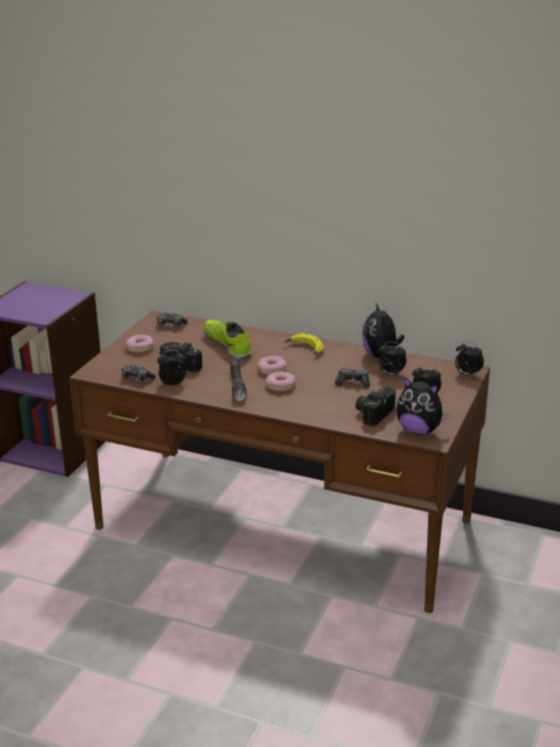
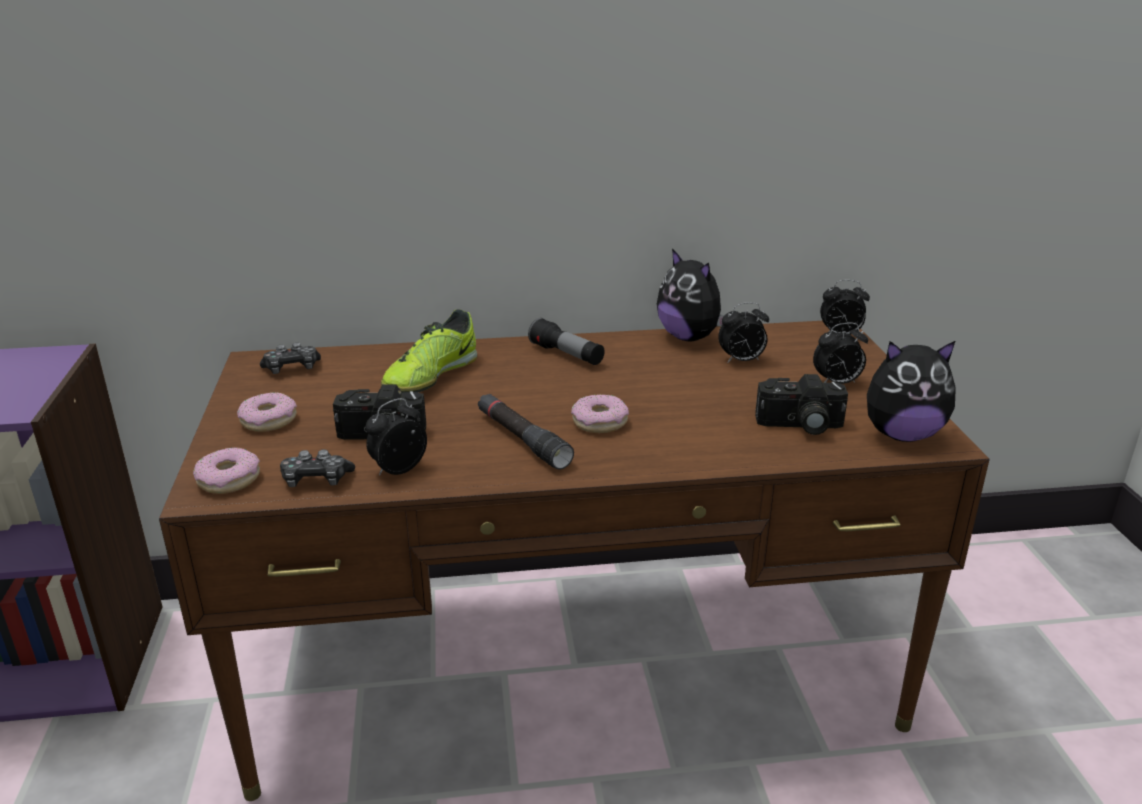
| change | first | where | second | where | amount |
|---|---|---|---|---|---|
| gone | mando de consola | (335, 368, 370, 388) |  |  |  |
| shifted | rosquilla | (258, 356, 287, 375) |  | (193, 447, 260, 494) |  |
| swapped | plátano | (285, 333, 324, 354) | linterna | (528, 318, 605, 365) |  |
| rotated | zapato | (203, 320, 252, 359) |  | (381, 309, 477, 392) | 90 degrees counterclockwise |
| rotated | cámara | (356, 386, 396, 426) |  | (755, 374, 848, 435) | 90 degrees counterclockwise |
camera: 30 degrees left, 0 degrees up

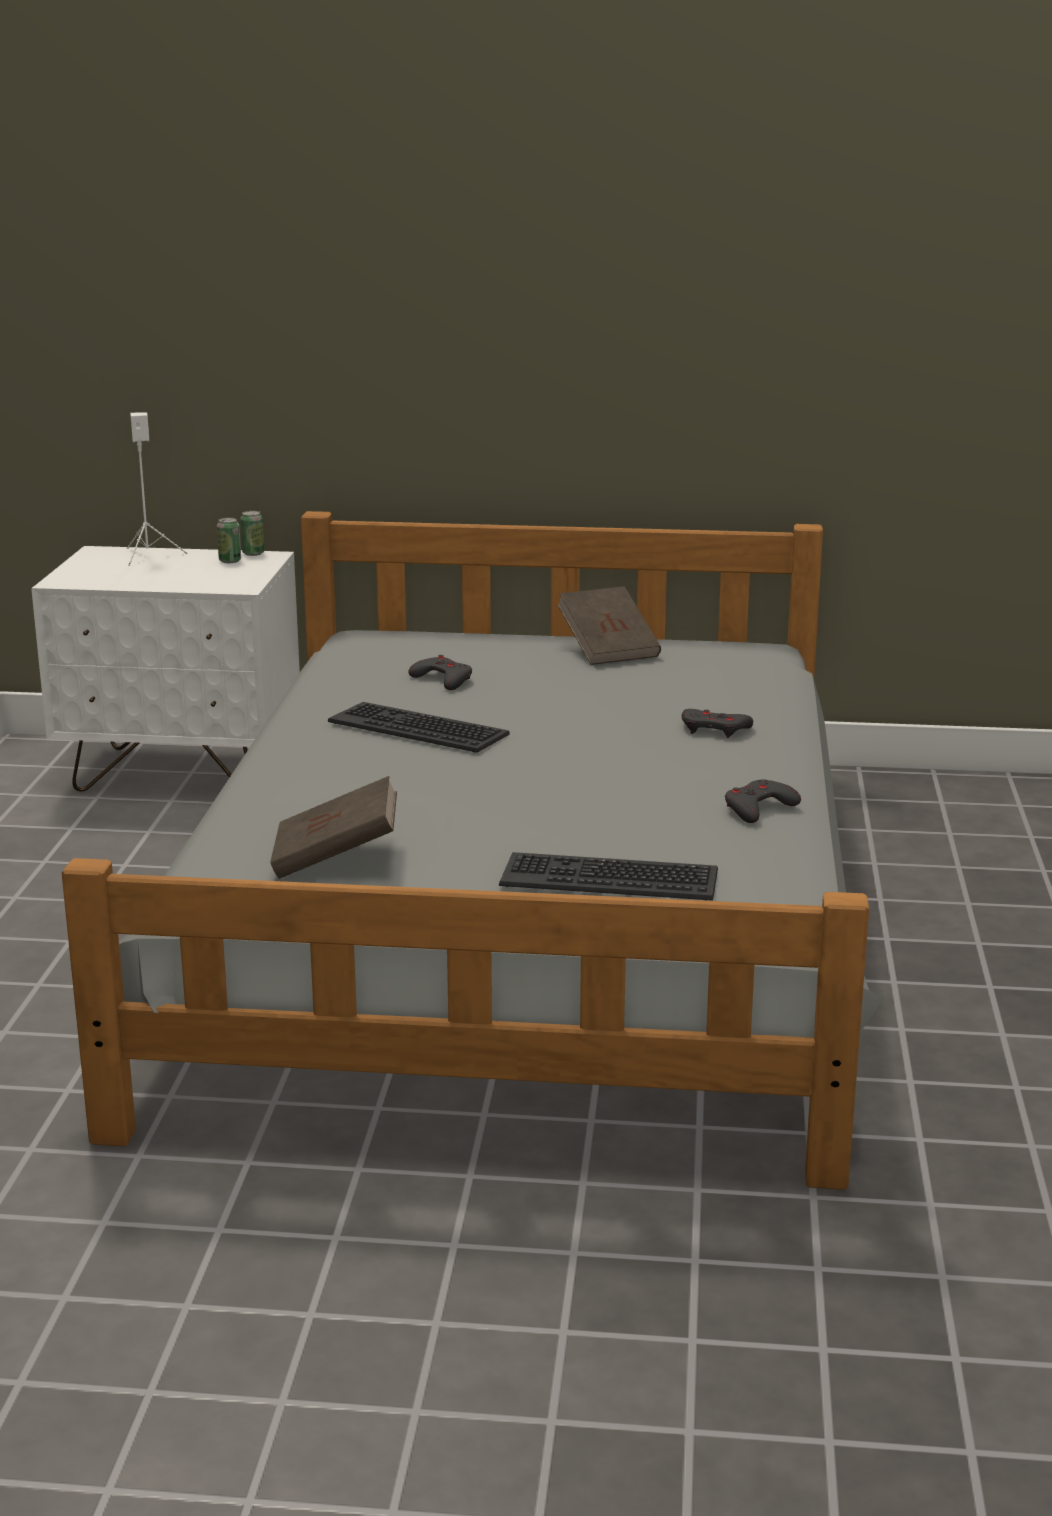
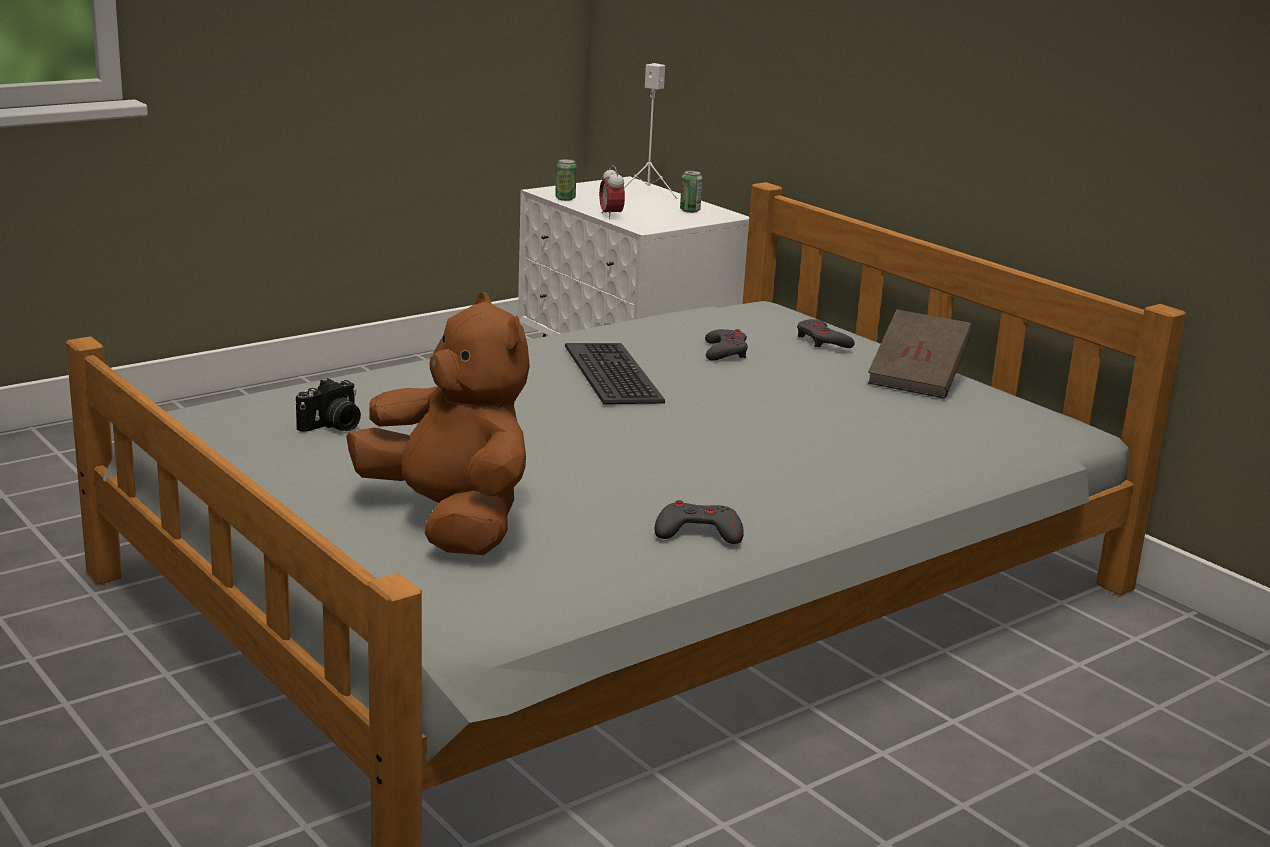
| change | first | where | second | where | amount |
|---|---|---|---|---|---|
| new |  |  | despertador | (599, 165, 625, 219) |  |
| shifted | lata | (240, 511, 264, 556) |  | (555, 159, 577, 201) |  |
| shifted | mando de consola/gris | (682, 709, 753, 738) |  | (797, 319, 855, 348) |  |
| swapped | libro/marrón | (270, 776, 397, 879) | cámara | (296, 378, 361, 432) |  |
| swapped | teclado | (499, 852, 718, 901) | peluche/marrón | (346, 292, 530, 555) |  |
camera: 45 degrees right, 0 degrees up

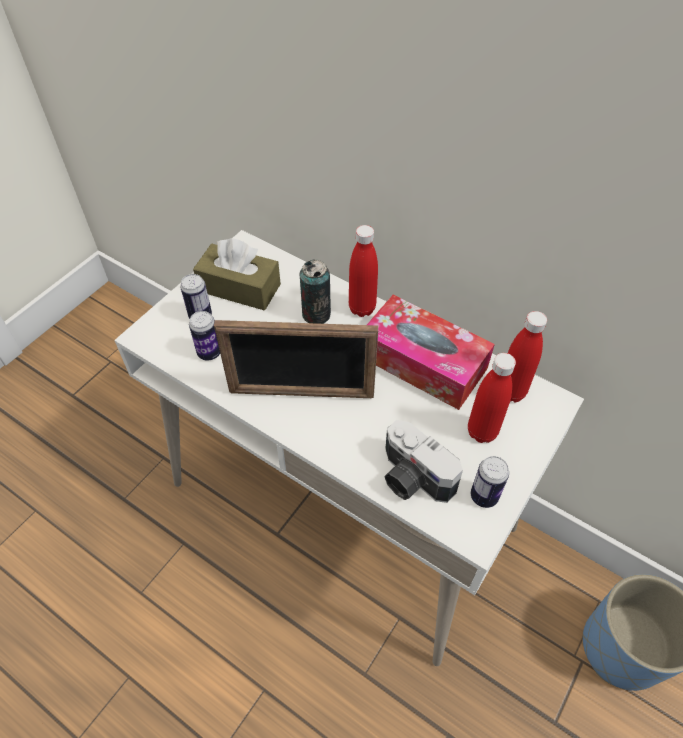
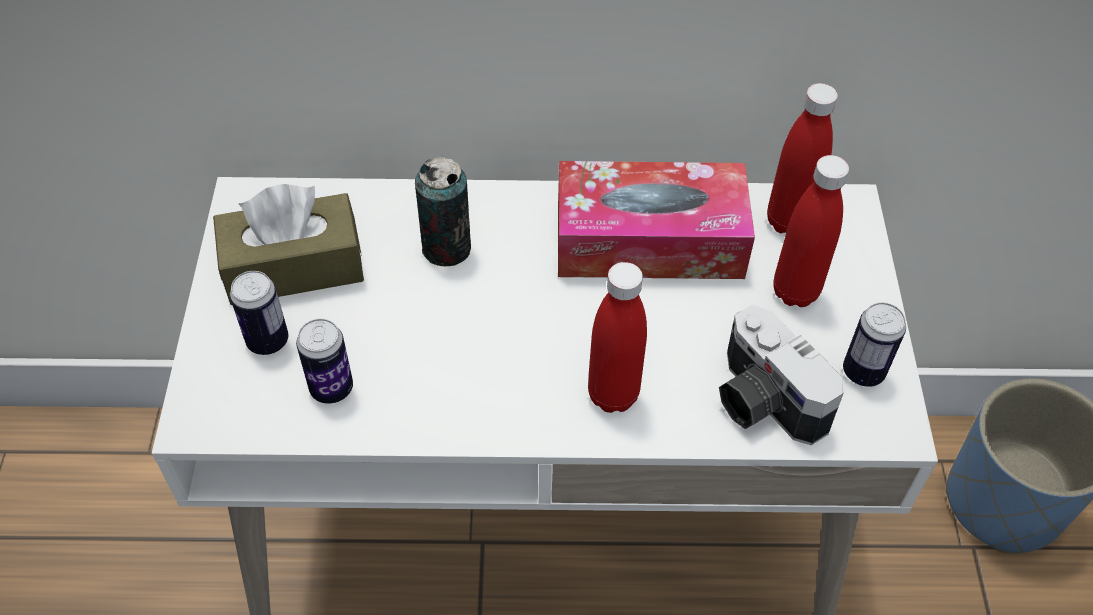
| change | first | where | second | where | amount |
|---|---|---|---|---|---|
| gone | portarretratos | (214, 320, 378, 398) |  |  |  |
| shifted | botella/rojo | (349, 225, 378, 317) |  | (588, 262, 647, 413) |  |
| rotated | cámara | (384, 420, 463, 503) |  | (719, 305, 844, 446) | 45 degrees clockwise |
camera: 35 degrees left, 0 degrees up

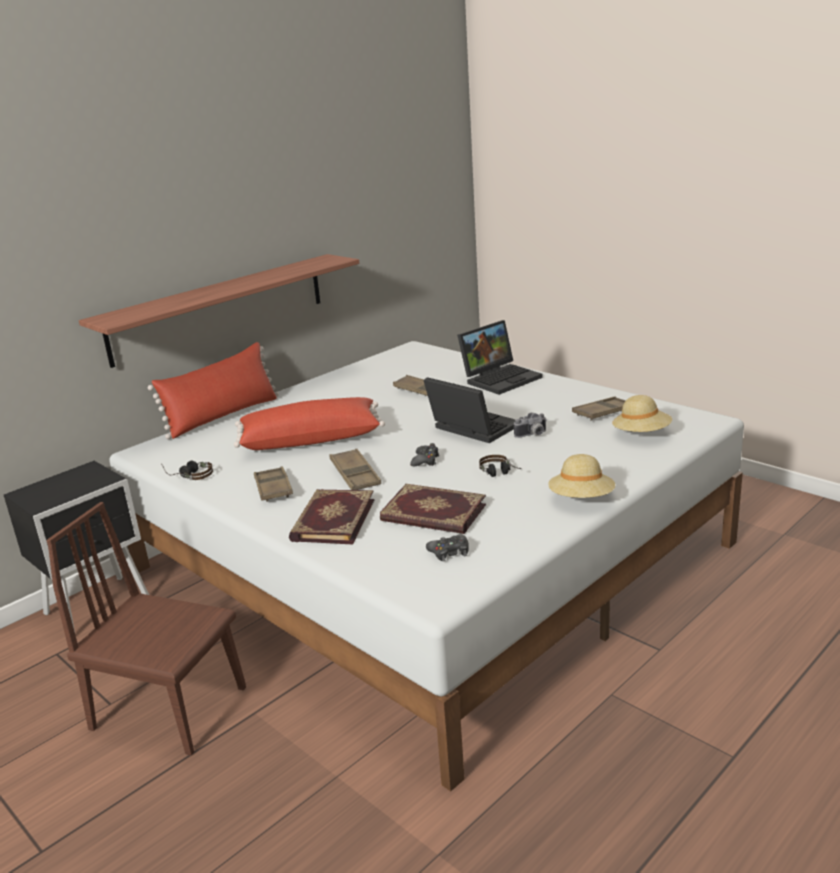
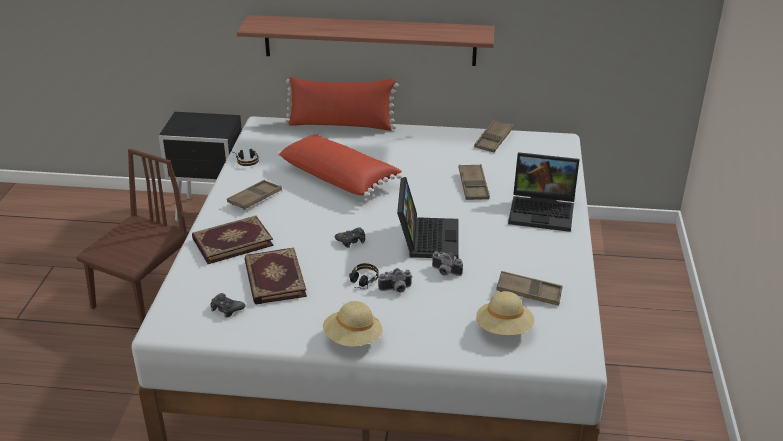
| change | first | where | second | where | amount |
|---|---|---|---|---|---|
| new |  |  | cámara | (378, 268, 413, 292) |  |
| shifted | bandeja/marrón | (330, 449, 381, 490) |  | (474, 120, 514, 152) |  |
| rotated | silla/marrón | (46, 502, 246, 756) |  | (76, 149, 189, 324) | 45 degrees clockwise |
camera: 50 degrees right, 10 degrees up

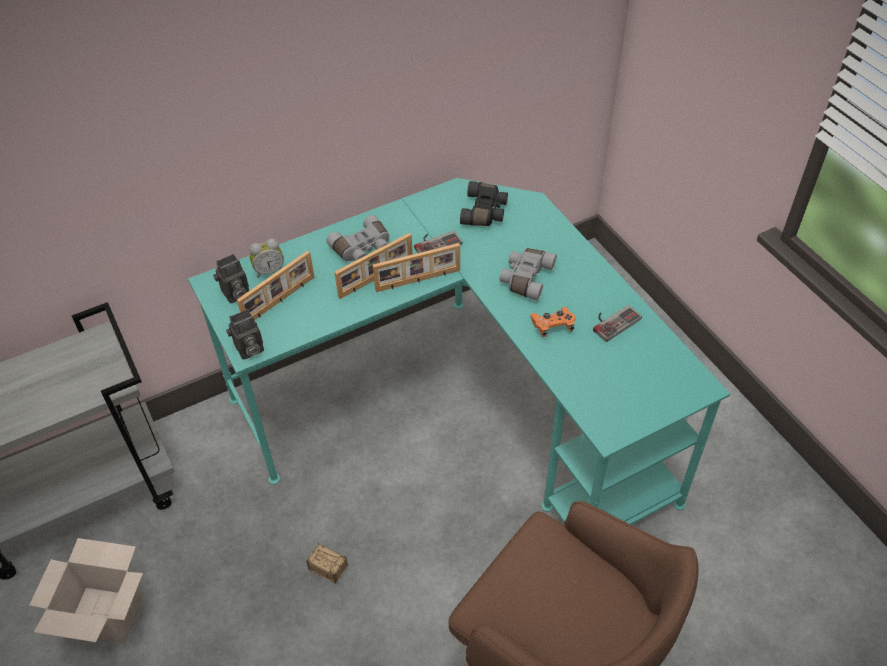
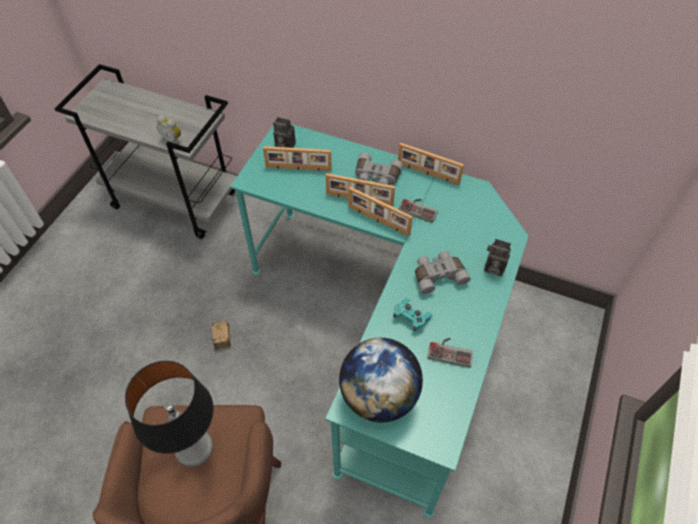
| change | first | where | second | where | amount |
|---|---|---|---|---|---|
| gone | caja de cartón | (30, 538, 143, 644) |  |  |  |
| gone | prismáticos/negro | (460, 181, 508, 226) |  |  |  |
| new |  |  | lámpara de mesa | (125, 361, 214, 467) |  |
| new |  |  | globo terráqueo | (339, 338, 423, 423) |  |
| new |  |  | portarretratos | (398, 143, 464, 185) |  |
| shifted | cámara | (226, 309, 264, 360) |  | (484, 239, 511, 276) |  |
| shifted | despertador | (250, 239, 284, 278) |  | (157, 115, 181, 145) |  |
| repainted | mando de consola/naranja | (530, 307, 575, 337) | mando de consola/turquesa | (393, 298, 432, 332) |  |
camera: 50 degrees right, 5 degrees up

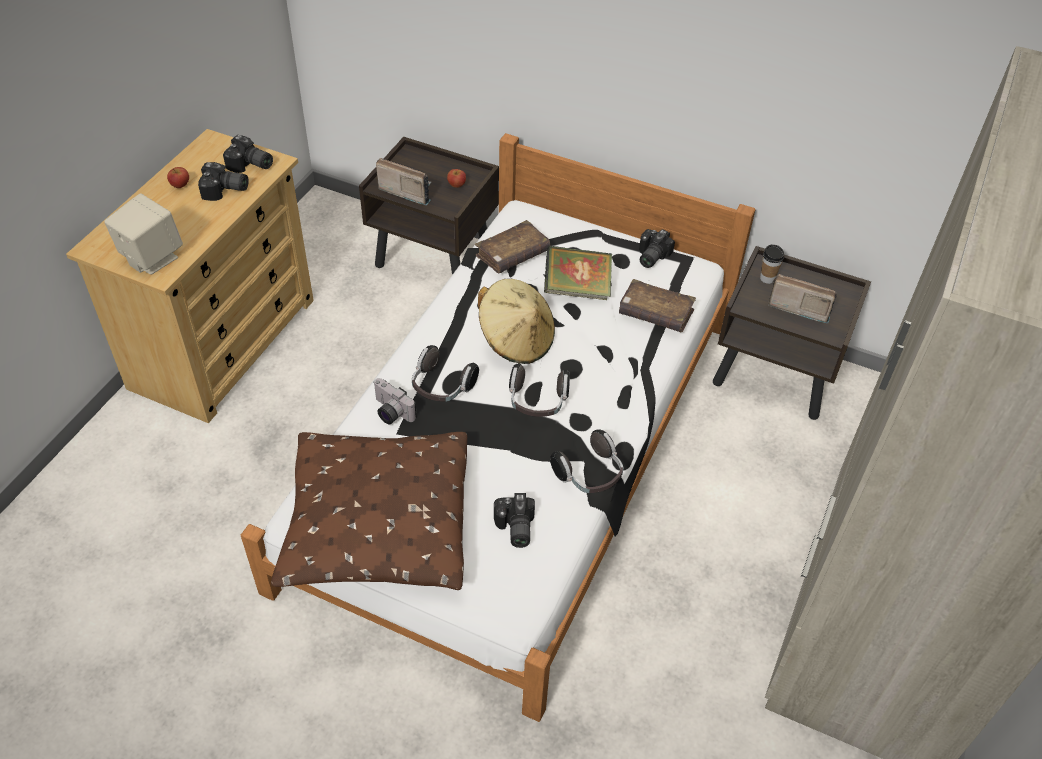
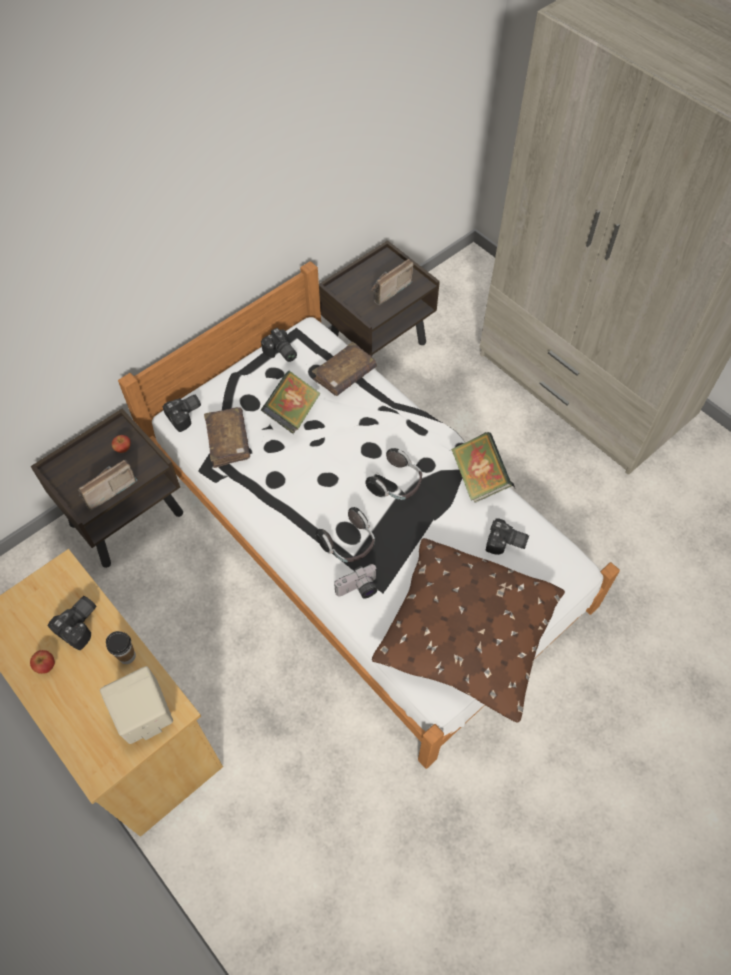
| change | first | where | second | where | amount |
|---|---|---|---|---|---|
| gone | sombrero/beis | (478, 279, 555, 364) |  |  |  |
| shifted | cámara | (223, 135, 273, 173) |  | (163, 394, 201, 432) |  |
| shifted | taza | (760, 244, 784, 284) |  | (106, 631, 136, 664) |  |
| swapped | auriculares | (550, 429, 623, 493) | libro | (451, 432, 512, 503) |  |
camera: 65 degrees left, 10 degrees up

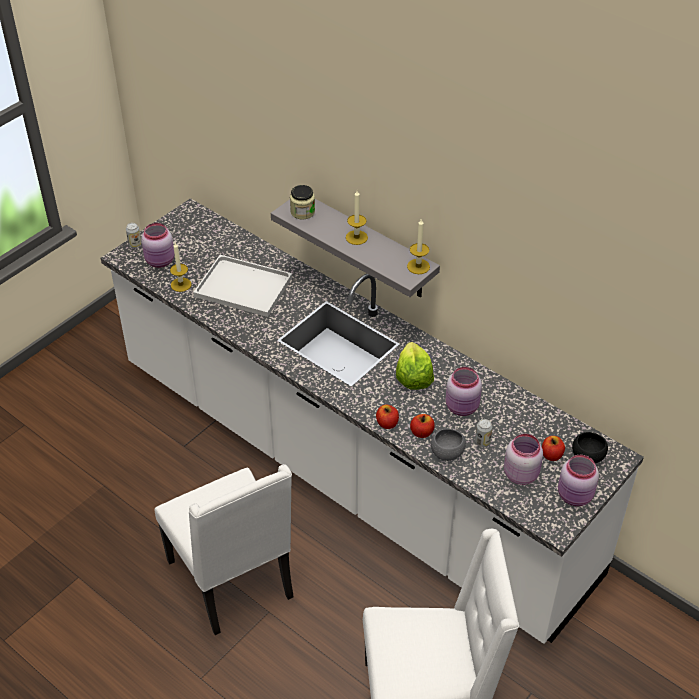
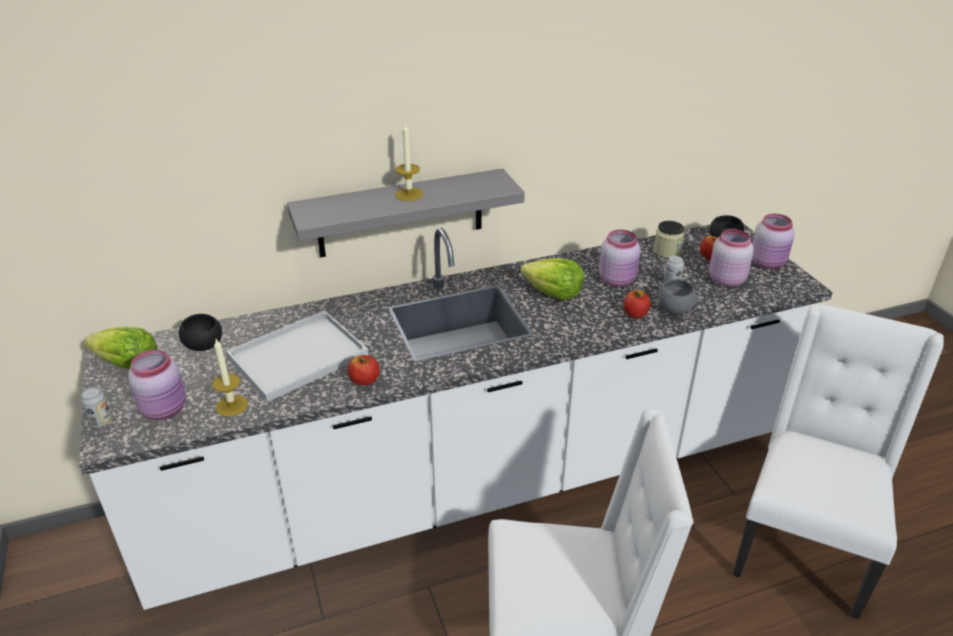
| change | first | where | second | where | amount |
|---|---|---|---|---|---|
| gone | vela | (407, 219, 430, 274) |  |  |  |
| new |  |  | lechuga | (84, 327, 158, 369) |  |
| new |  |  | cuenco/negro | (179, 314, 222, 351) |  |
| shifted | tarro | (290, 185, 315, 220) |  | (654, 221, 684, 258) |  |
| shifted | manzana | (376, 404, 399, 429) |  | (348, 355, 380, 386) |  |
camera: 60 degrees left, 10 degrees down

